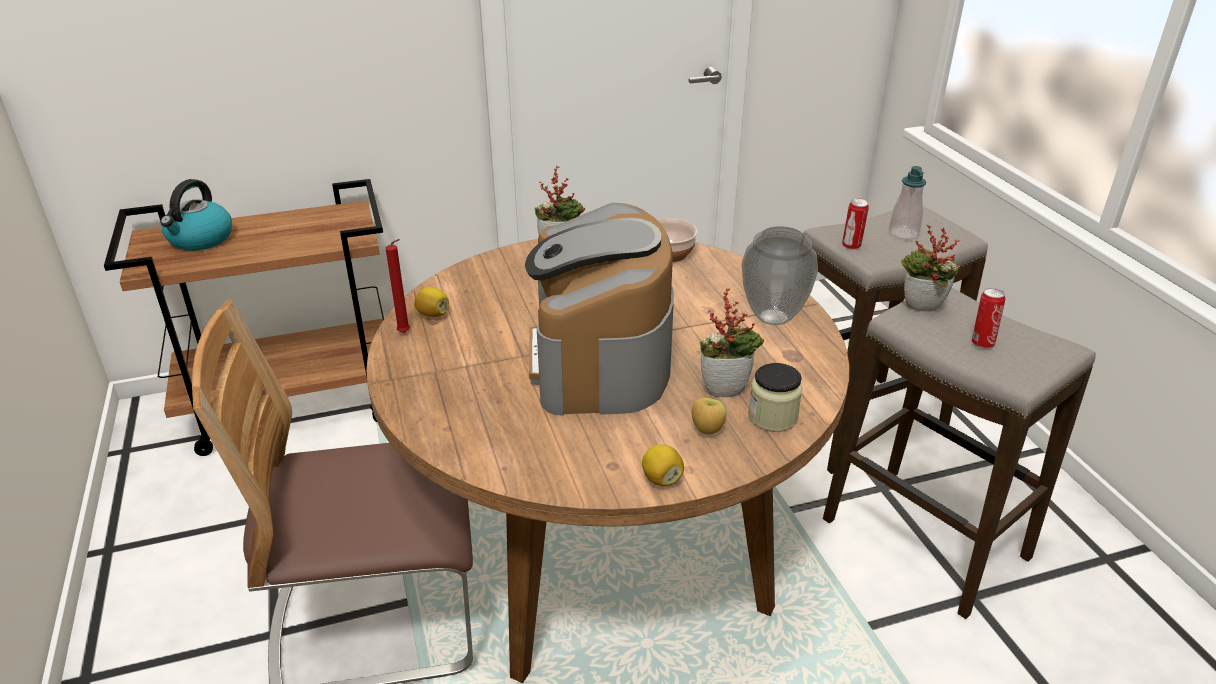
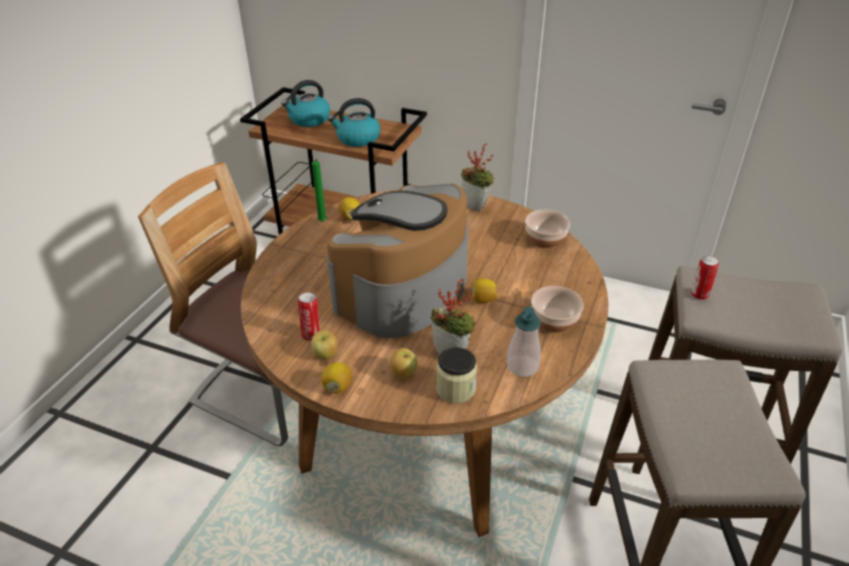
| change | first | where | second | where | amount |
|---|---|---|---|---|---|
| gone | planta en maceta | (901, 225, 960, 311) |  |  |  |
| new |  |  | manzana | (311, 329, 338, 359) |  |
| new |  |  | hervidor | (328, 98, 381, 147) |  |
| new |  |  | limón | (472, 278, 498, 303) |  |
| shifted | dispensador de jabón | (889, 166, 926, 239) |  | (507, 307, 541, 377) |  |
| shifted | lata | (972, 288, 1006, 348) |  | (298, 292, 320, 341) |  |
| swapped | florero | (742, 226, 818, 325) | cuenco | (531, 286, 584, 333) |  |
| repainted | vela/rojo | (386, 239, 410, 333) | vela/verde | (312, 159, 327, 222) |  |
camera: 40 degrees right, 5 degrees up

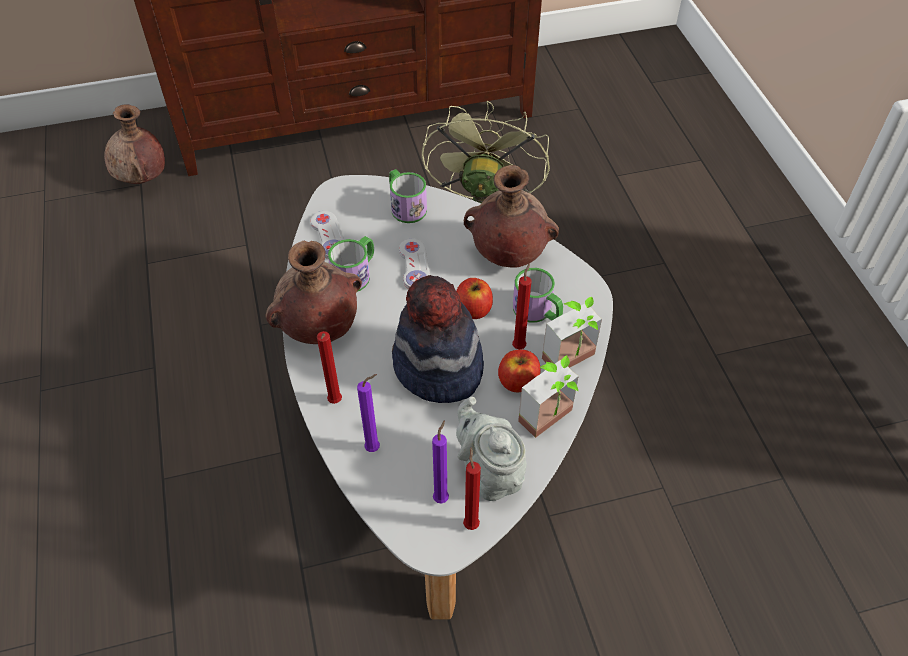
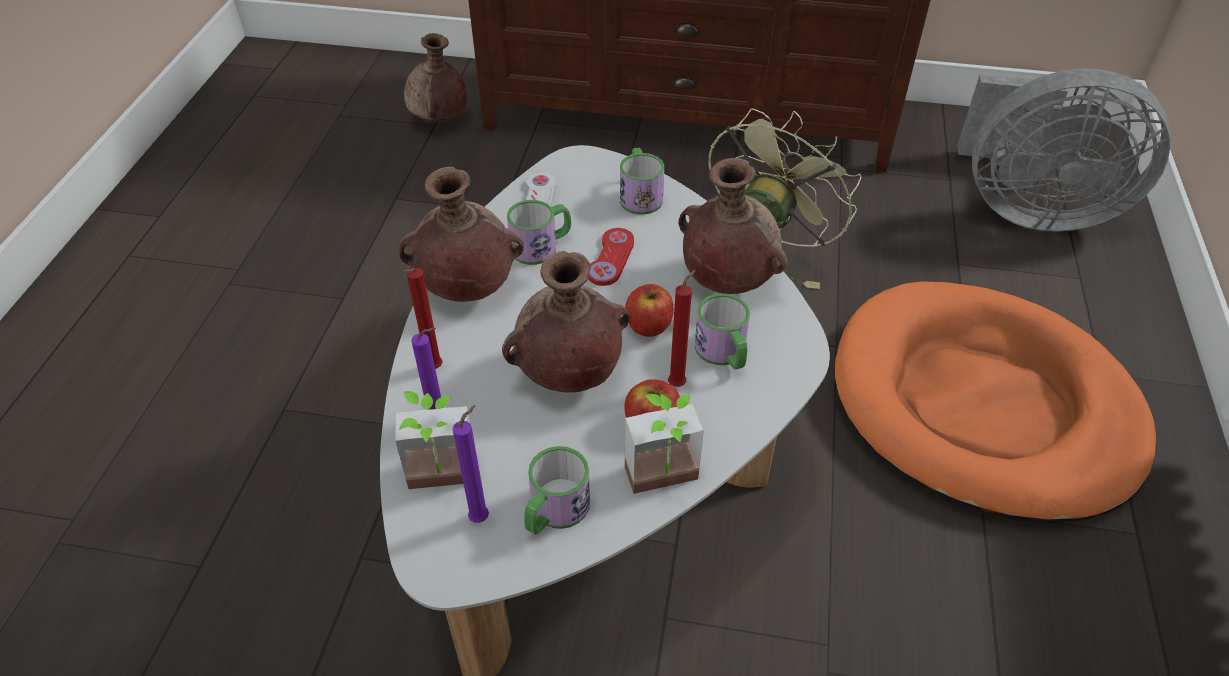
| change | first | where | second | where | amount |
|---|---|---|---|---|---|
| gone | vela/rojo | (463, 447, 481, 530) |  |  |  |
| new |  |  | cama para perro/naranja | (835, 281, 1156, 523) |  |
| new |  |  | ventilador/gris | (957, 68, 1171, 231) |  |
| shifted | planta en maceta | (542, 297, 602, 368) |  | (395, 391, 470, 489) |  |
| swapped | sombrero | (392, 275, 484, 403) | florero/marrón | (502, 251, 630, 392) |  |
| swapped | tetera/gris | (456, 397, 527, 501) | taza grande | (524, 446, 590, 535) |  |
| repainted | mando de consola/blanco | (399, 238, 430, 289) | mando de consola/rojo | (588, 228, 634, 286) |  |
camera: 25 degrees right, 5 degrees down

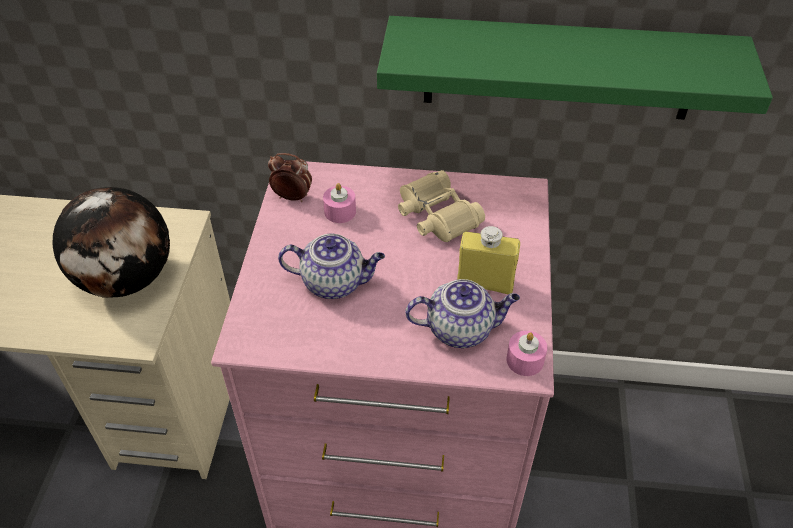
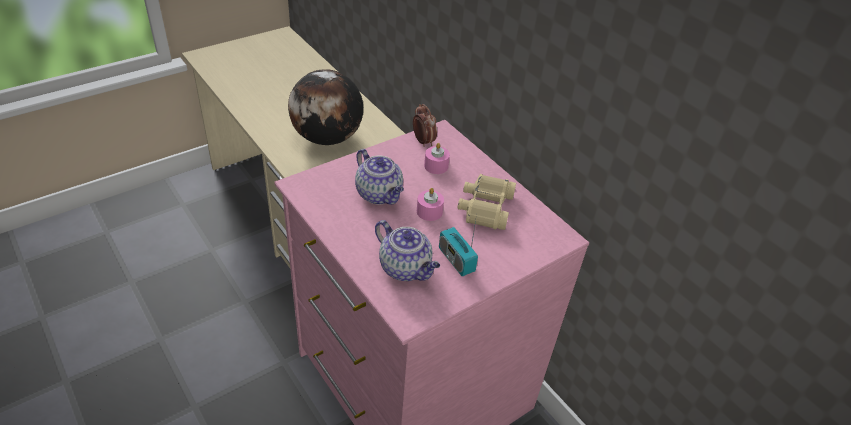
| change | first | where | second | where | amount |
|---|---|---|---|---|---|
| gone | estante/verde | (377, 16, 773, 120) |  |  |  |
| shifted | vela/rosa | (506, 331, 547, 376) |  | (417, 188, 444, 221) |  |
| swapped | botella/amarillo | (457, 226, 520, 294) | radio | (439, 215, 478, 277) |  |
camera: 45 degrees right, 5 degrees down

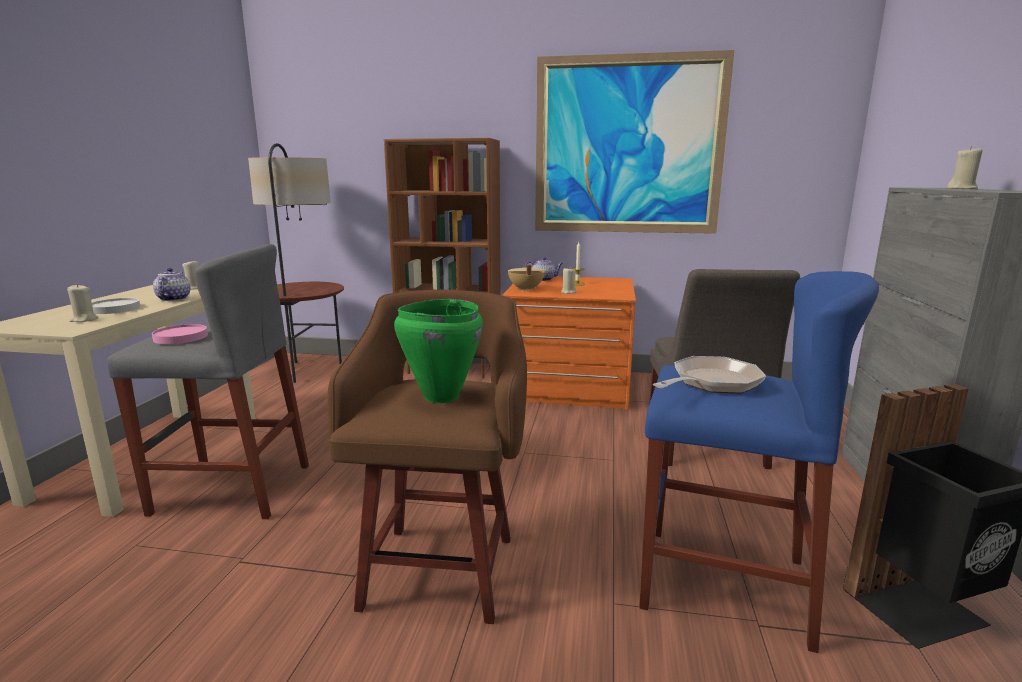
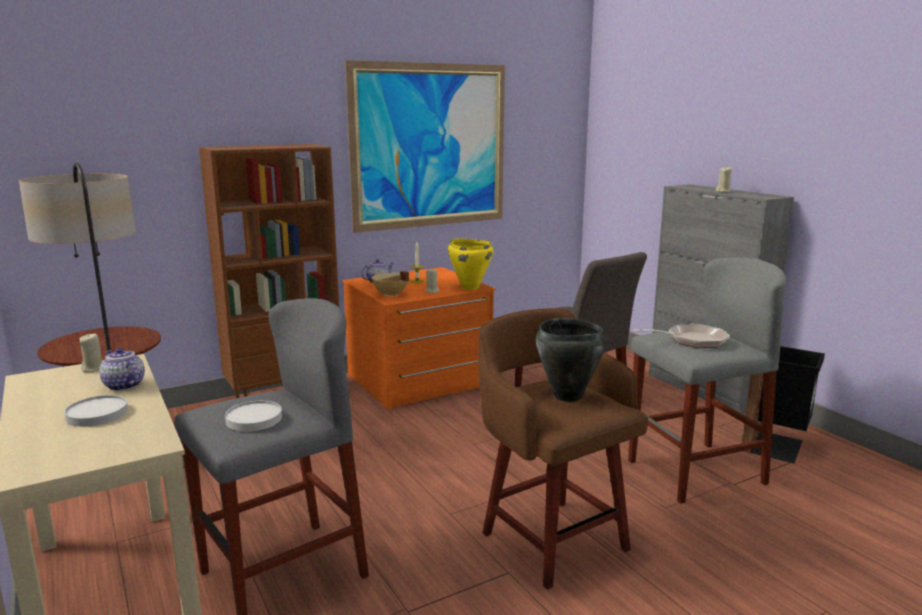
| change | first | where | second | where | amount |
|---|---|---|---|---|---|
| gone | vela/beis | (67, 284, 98, 322) |  |  |  |
| new |  |  | olla/amarillo | (448, 239, 493, 290) |  |
| repainted | plato/rosa | (152, 324, 208, 344) | plato/blanco | (225, 401, 282, 431) |  |
| repainted | olla/verde | (394, 299, 483, 403) | olla/negro | (536, 318, 606, 402) |  |
| repainted | taburete/azul | (639, 271, 879, 653) | taburete/gris | (628, 257, 786, 504) |  |
| rotated | sartén | (653, 356, 766, 394) |  | (634, 324, 730, 348) | 75 degrees clockwise |
camera: 40 degrees left, 0 degrees up

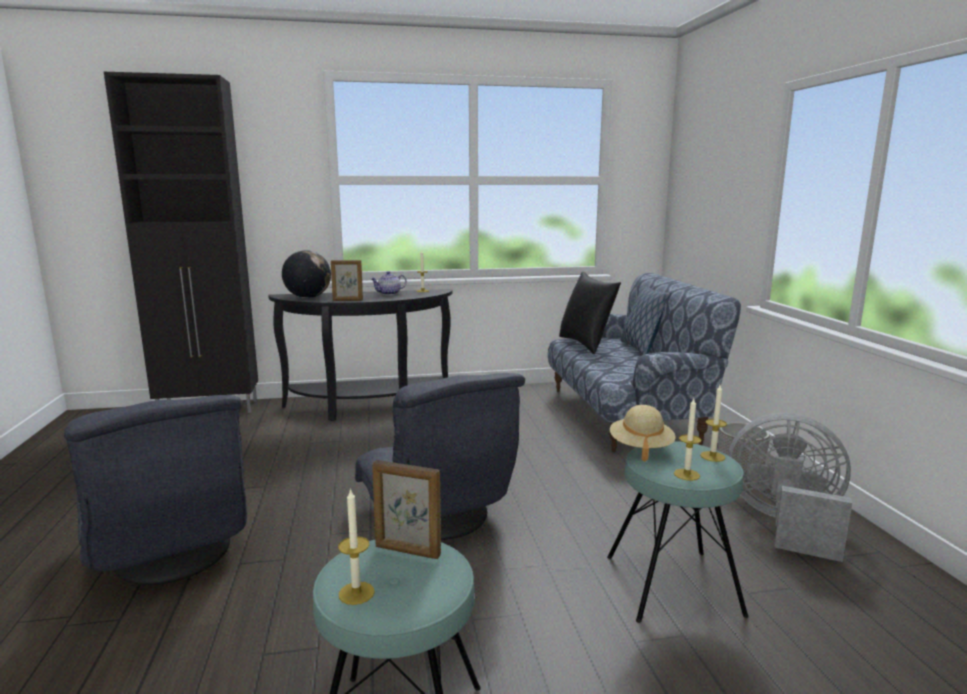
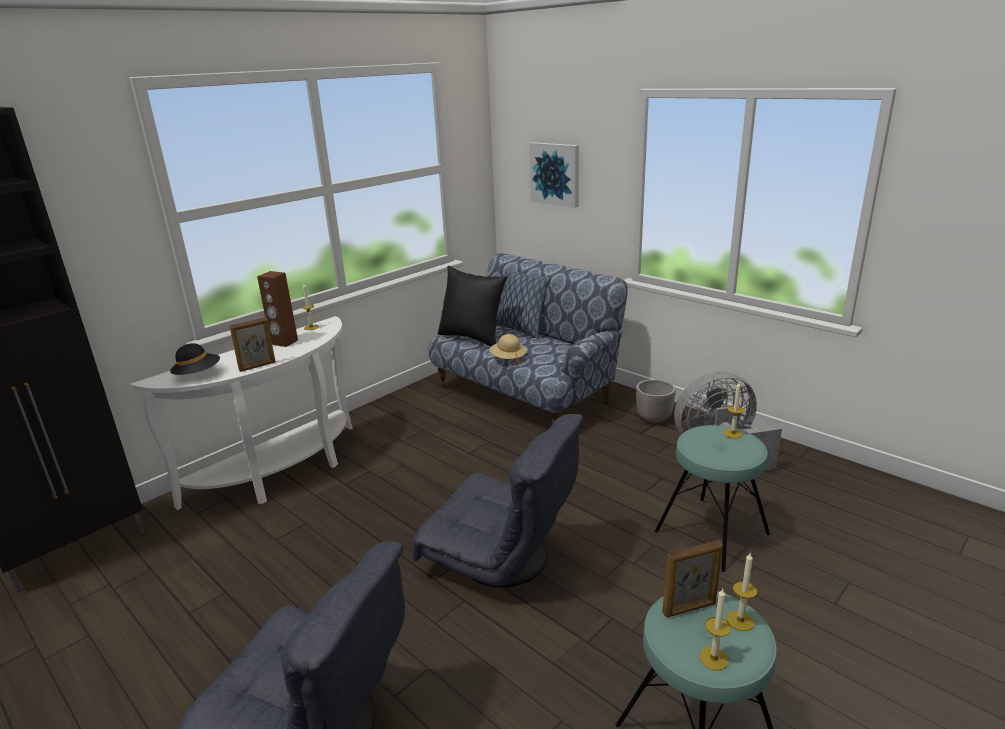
| change | first | where | second | where | amount |
|---|---|---|---|---|---|
| new |  |  | cuadro | (529, 142, 579, 208) |  |
| shifted | sombrero/beis | (610, 405, 675, 462) |  | (489, 334, 527, 365) |  |
| shifted | vela | (674, 398, 702, 481) |  | (727, 553, 757, 631) |  |
| swapped | globo terráqueo | (282, 250, 331, 298) | sombrero/negro | (170, 343, 220, 375) |  |
| swapped | tetera | (371, 271, 407, 295) | altavoz/marrón | (257, 271, 298, 347) |  |
| repainted | mesa consola/negro | (268, 289, 453, 421) | mesa consola/blanco | (131, 316, 353, 510) |  |
camera: 35 degrees left, 10 degrees up

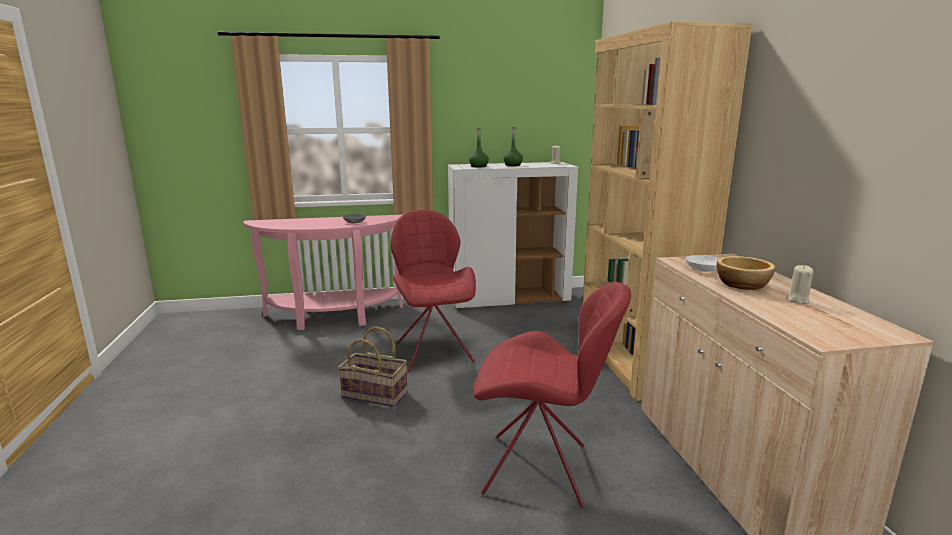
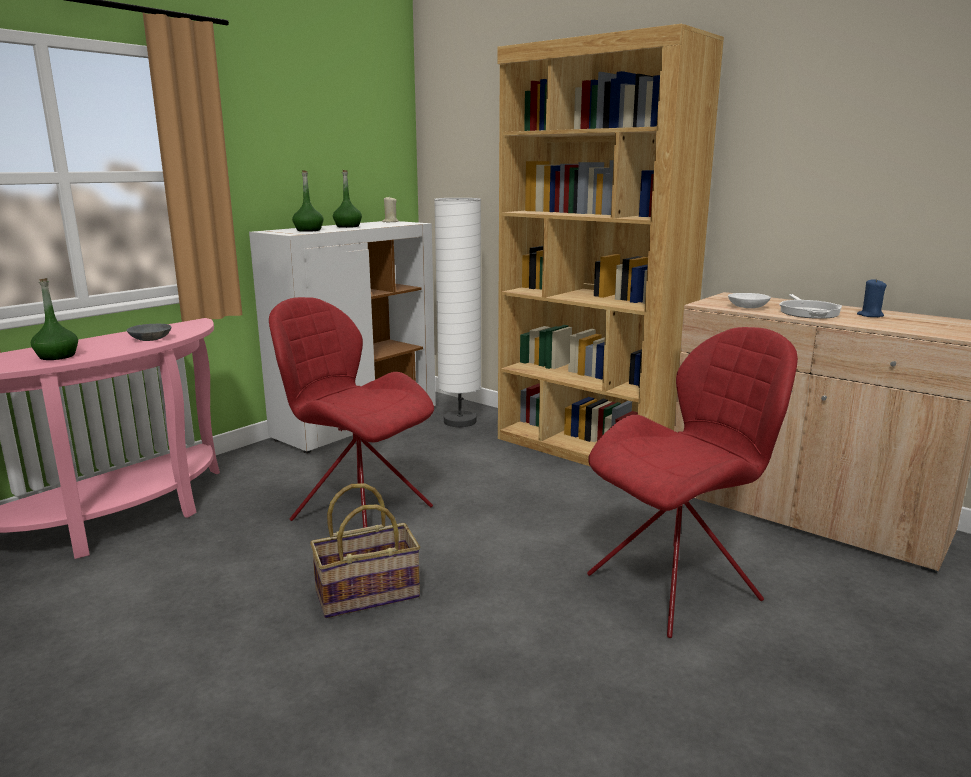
| change | first | where | second | where | amount |
|---|---|---|---|---|---|
| new |  |  | botella/verde | (31, 278, 78, 360) |  |
| new |  |  | lámpara de pie/blanco | (434, 198, 481, 427) |  |
| swapped | cuenco | (717, 256, 775, 290) | sartén | (779, 294, 842, 319) |  |
| repainted | vela/beis | (786, 265, 813, 304) | vela/azul | (857, 278, 887, 317) |  |
camera: 40 degrees left, 0 degrees up

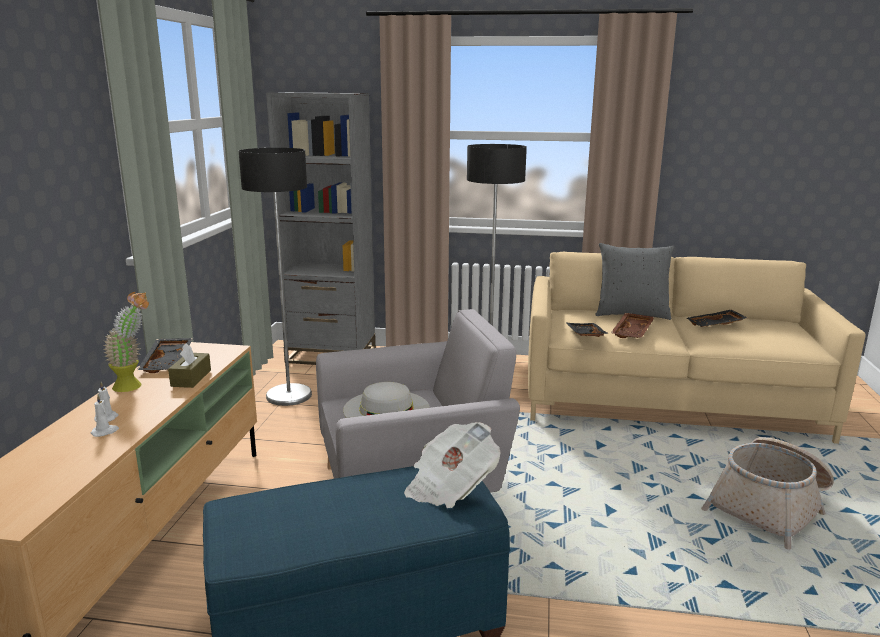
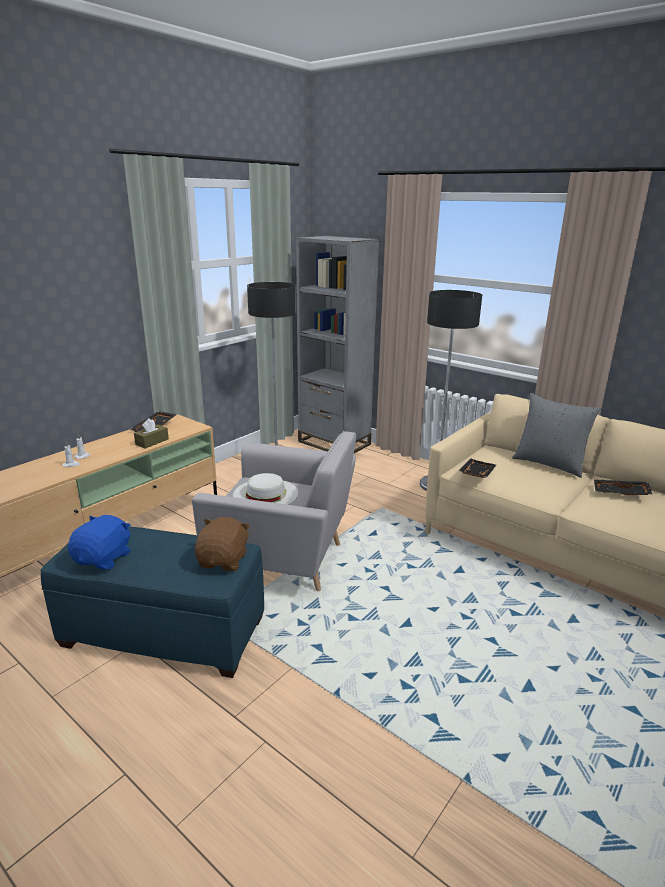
| change | first | where | second | where | amount |
|---|---|---|---|---|---|
| gone | planta en maceta | (103, 292, 149, 392) |  |  |  |
| gone | bandeja/marrón | (611, 313, 655, 338) |  |  |  |
| gone | cesta | (701, 437, 834, 550) |  |  |  |
| new |  |  | peluche/azul | (68, 515, 131, 570) |  |
| swapped | periódico | (404, 422, 500, 508) | peluche/marrón | (195, 517, 251, 571) |  |
camera: 30 degrees right, 5 degrees up

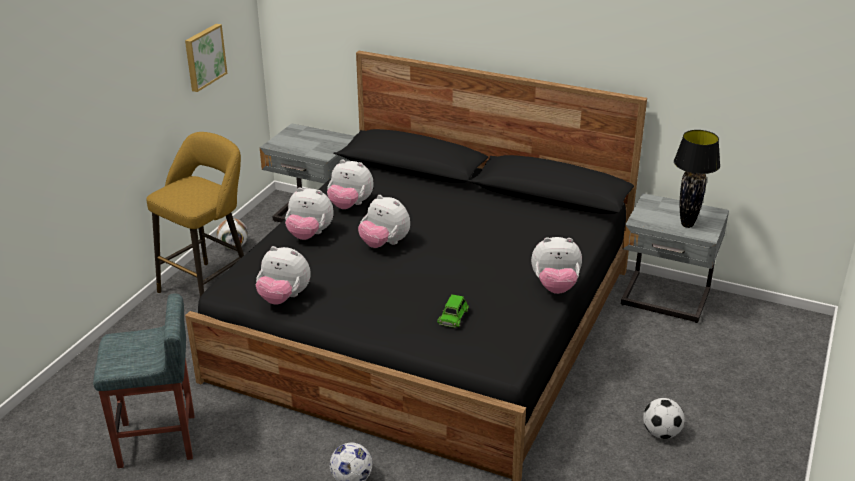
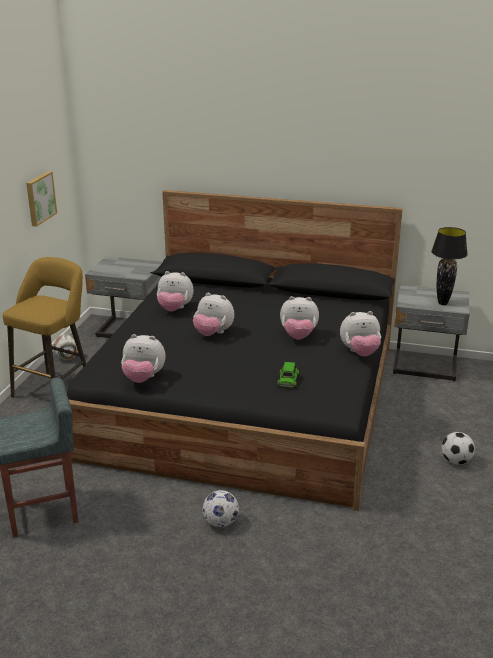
| change | first | where | second | where | amount |
|---|---|---|---|---|---|
| shifted | peluche | (285, 187, 334, 240) |  | (280, 296, 319, 340) |  |
camera: 10 degrees left, 5 degrees down

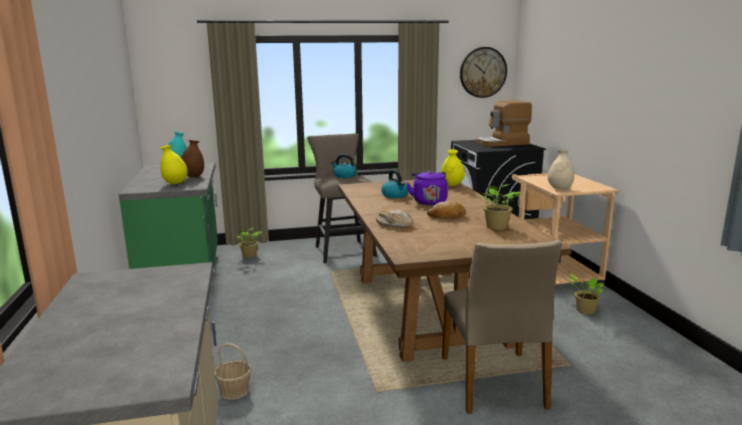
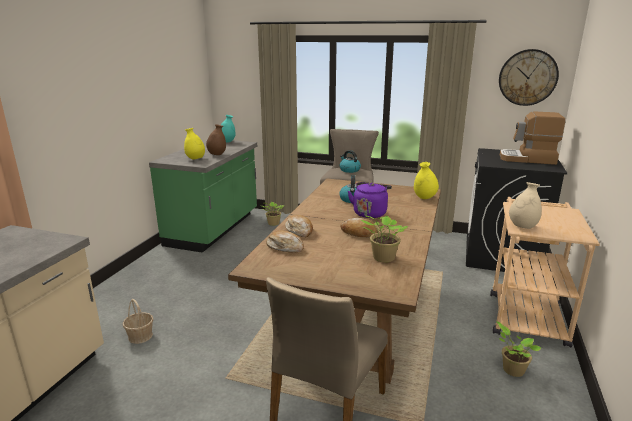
| change | first | where | second | where | amount |
|---|---|---|---|---|---|
| new |  |  | pan | (266, 230, 304, 253) |  |
camera: 30 degrees right, 5 degrees up

